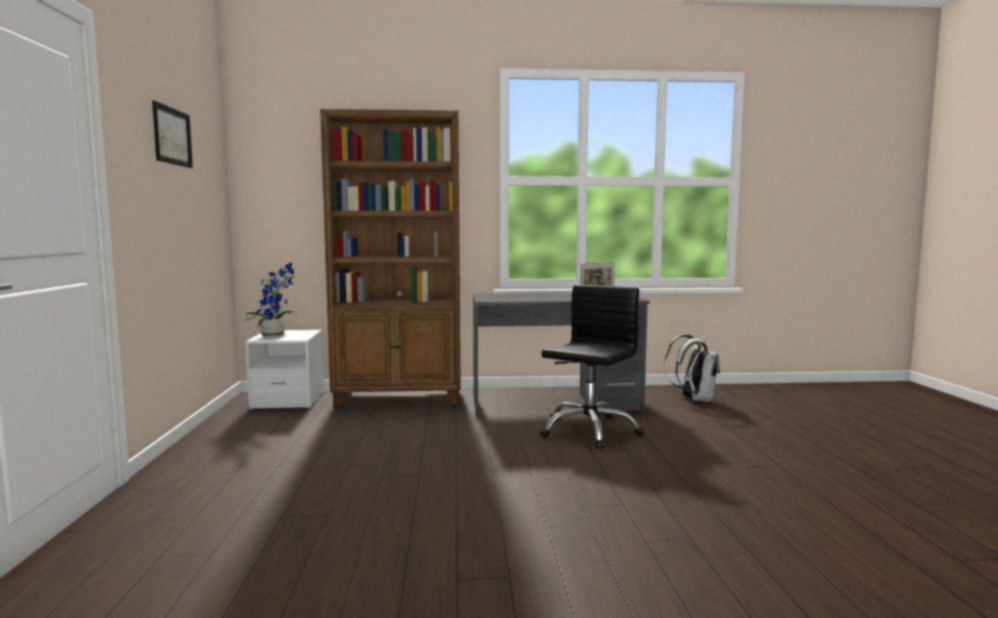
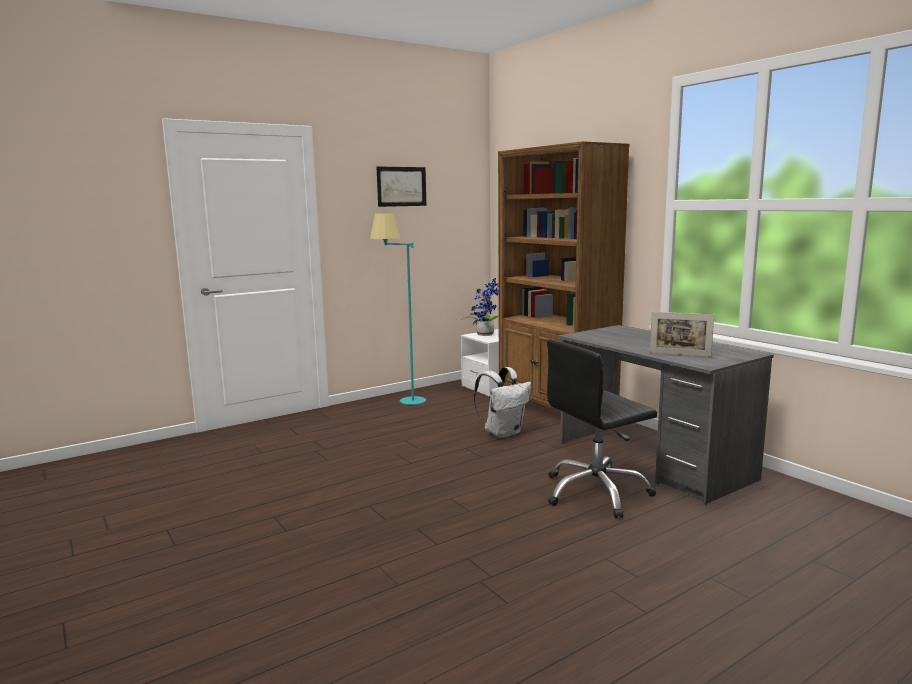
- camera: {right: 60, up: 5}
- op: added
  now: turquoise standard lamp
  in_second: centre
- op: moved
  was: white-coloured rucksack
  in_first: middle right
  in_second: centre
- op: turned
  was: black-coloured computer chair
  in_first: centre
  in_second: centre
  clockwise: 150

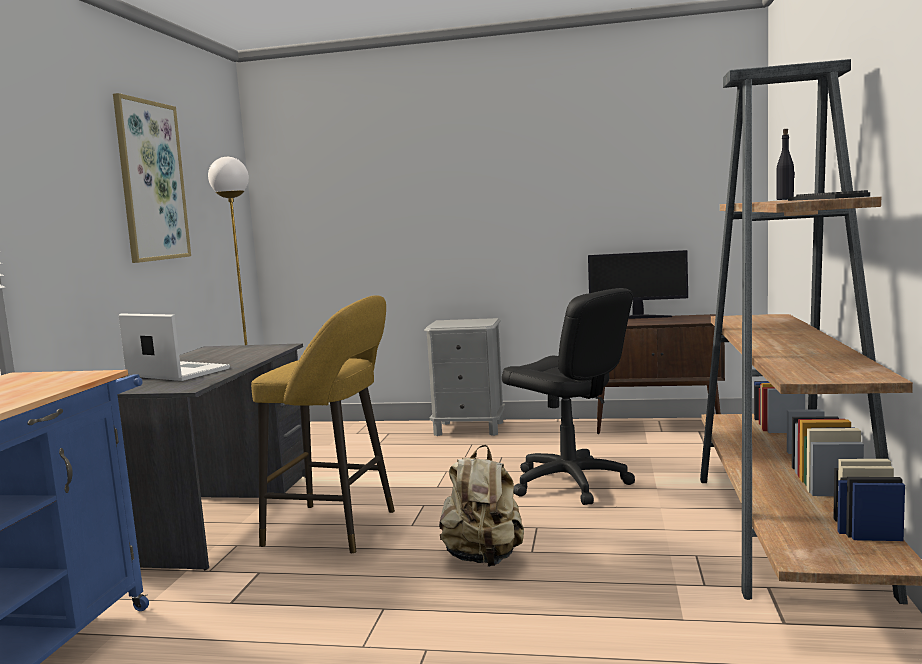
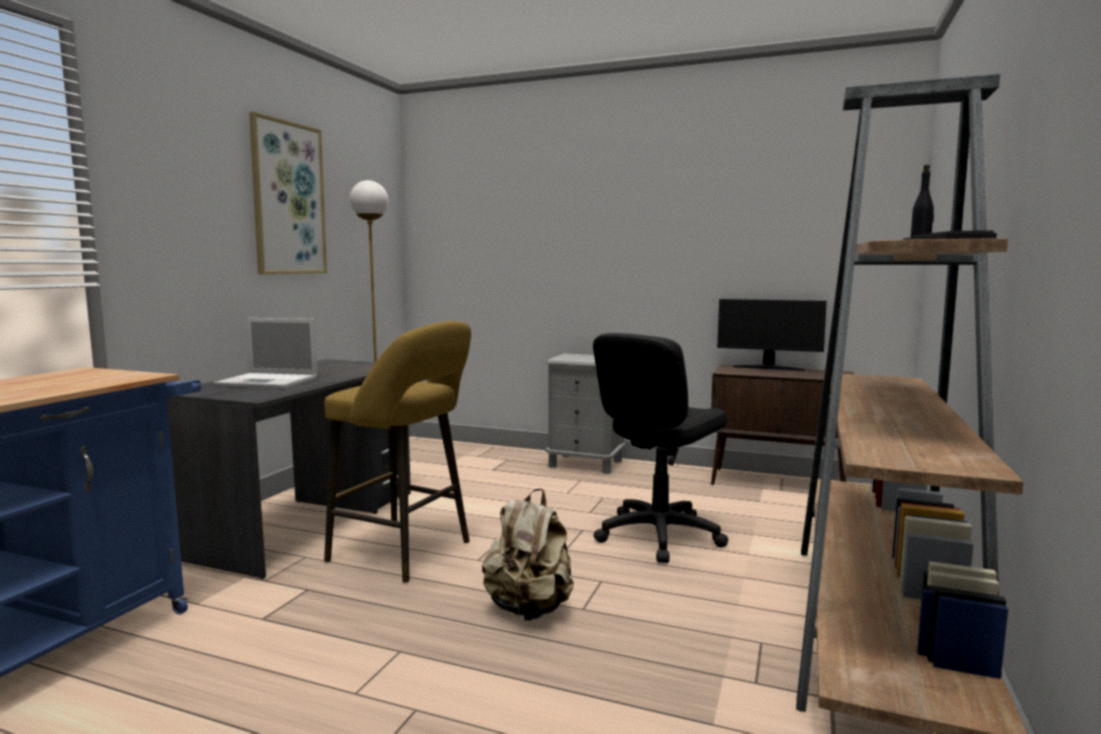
- camera: {right: 10, up: 0}
- op: turned
  was: laptop
  in_first: middle left
  in_second: middle left
  clockwise: 150
- op: turned
  was: black-coloured computer chair
  in_first: centre
  in_second: centre
  clockwise: 75

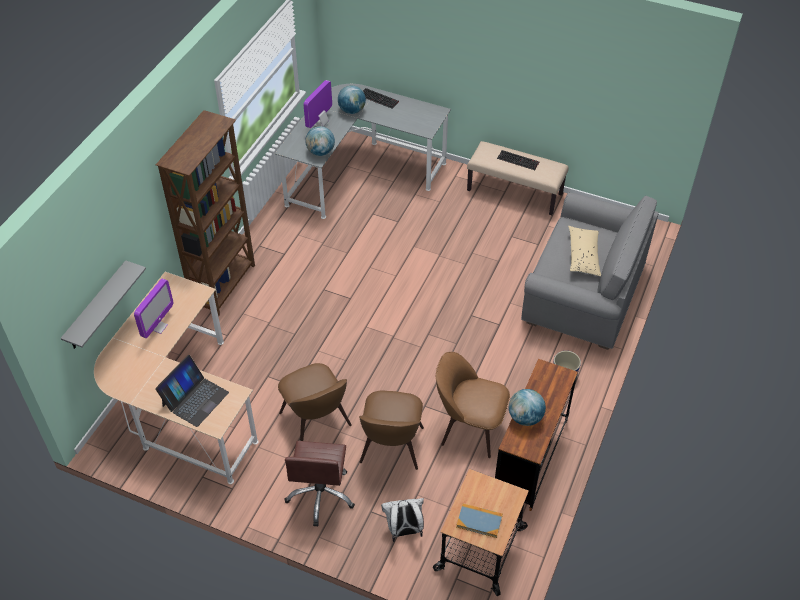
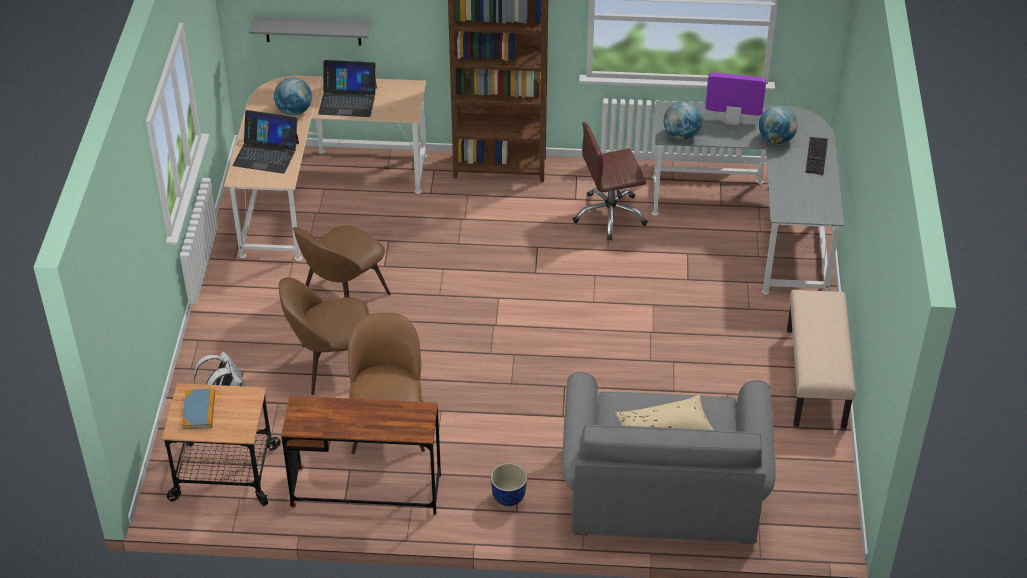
- camera: {right: 70, up: -5}
- op: moved
  was: globe (3rd from left in the first image)
  now: globe (1st from left)
  in_first: bottom centre
  in_second: top left
- op: replaced
  was: computer display (1st from left)
  now: laptop (2nd from left)
  in_first: middle left
  in_second: top centre
- op: moved
  was: brown computer chair
  in_first: bottom centre
  in_second: top centre
- op: removed
  was: computer keyboard (2nd from left)
  in_first: top centre

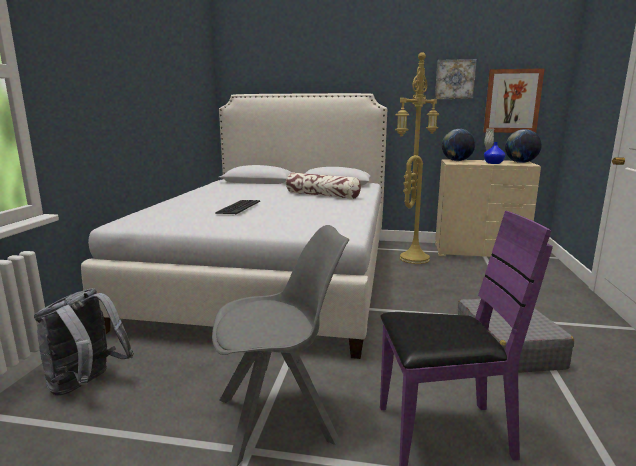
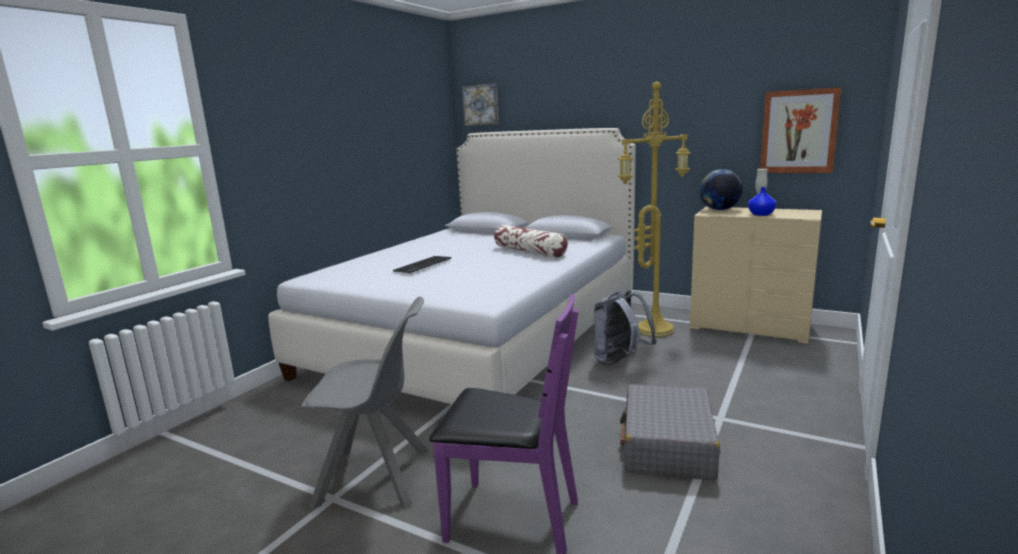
- camera: {right: 20, up: 0}
- op: moved
  was: picture (1st from left)
  in_first: top right
  in_second: top centre
- op: moved
  was: grey rucksack
  in_first: bottom left
  in_second: centre
- op: removed
  was: globe (2nd from left)
  in_first: top right

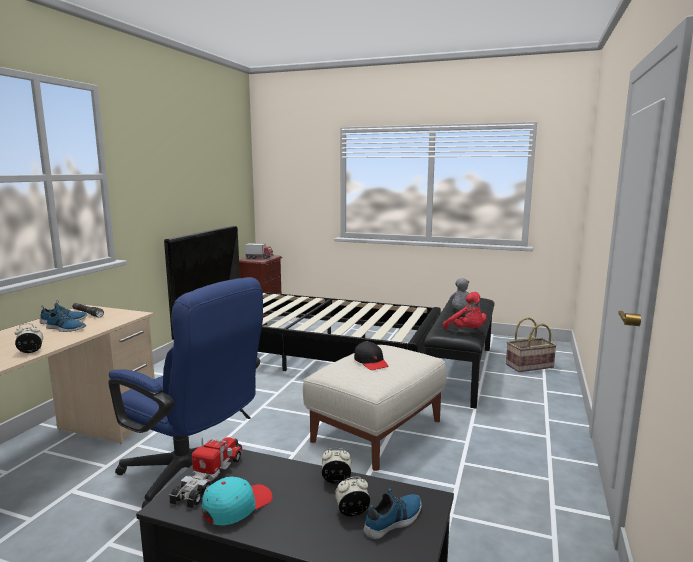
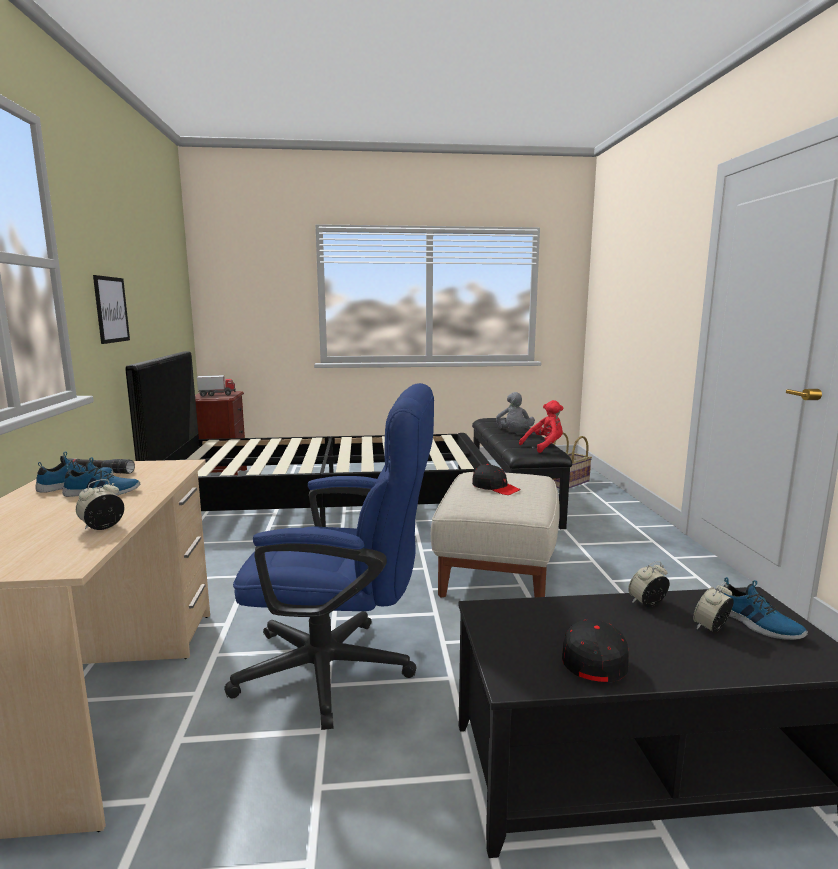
- camera: {right: -25, up: 0}
- op: added
  now: picture
  in_second: middle left
- op: turned
  was: red-coloured cuddly toy
  in_first: middle right
  in_second: centre
  clockwise: -60
- op: recoloured
  was: turquoise baseball cap
  now: black-coloured baseball cap (2nd from left)
  in_first: bottom centre
  in_second: bottom right
- op: turned
  was: item of footwear (3rd from left)
  in_first: bottom centre
  in_second: bottom right
  clockwise: 120
- op: removed
  was: toy lorry (1st from left)
  in_first: bottom left

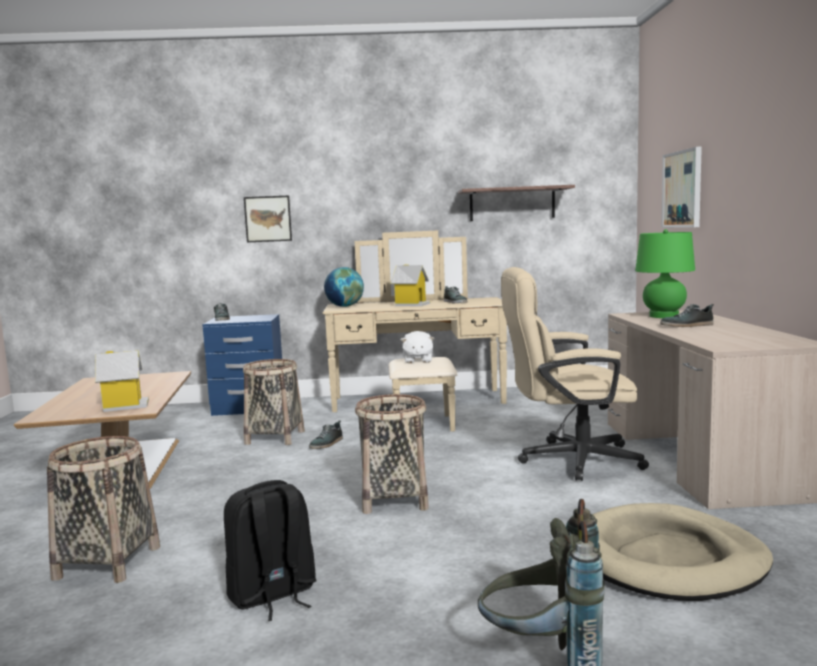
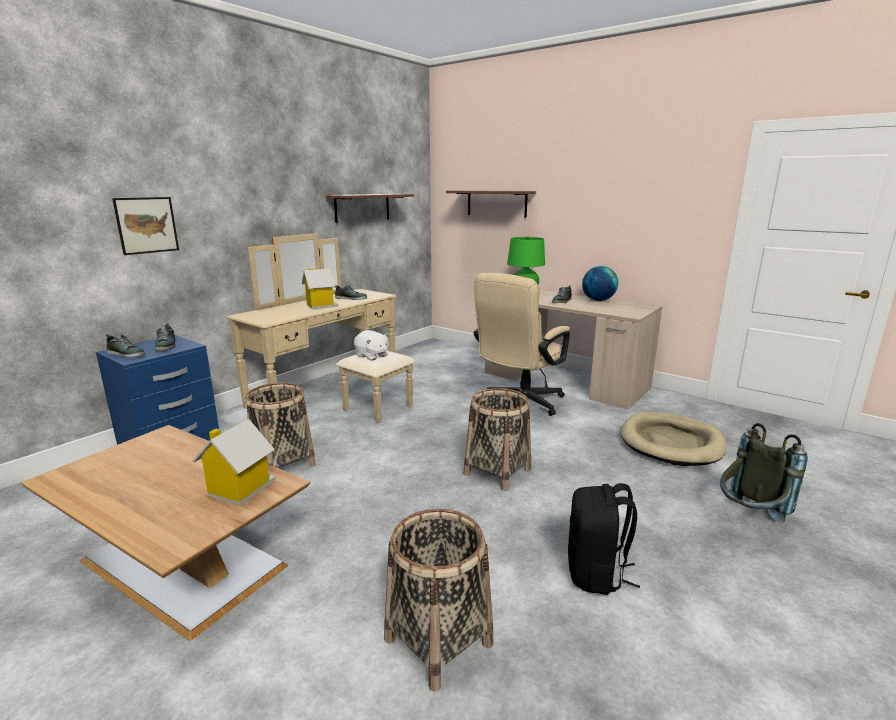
- camera: {right: -50, up: 10}
- op: moved
  was: item of footwear (2nd from left)
  in_first: centre
  in_second: middle left
- op: replaced
  was: picture (2nd from left)
  now: wall shelf (2nd from left)
  in_first: top right
  in_second: top centre
- op: moved
  was: globe
  in_first: centre
  in_second: middle right

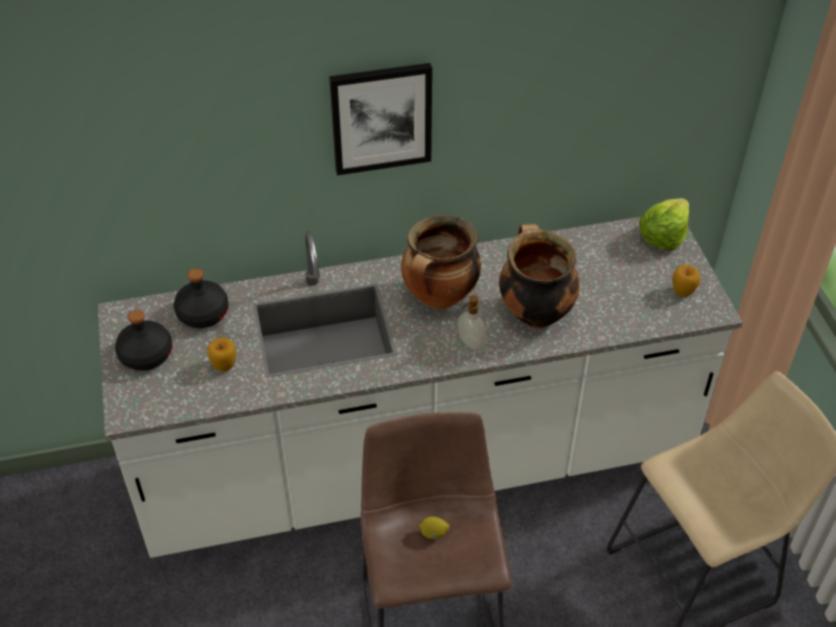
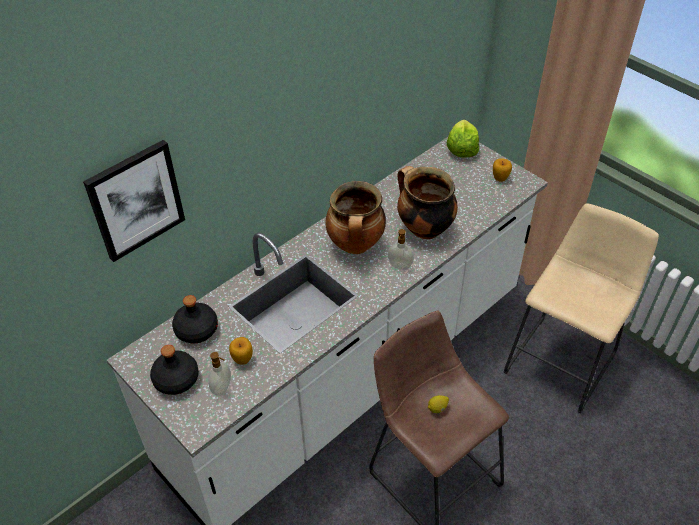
- camera: {right: -30, up: 0}
- op: moved
  was: picture
  in_first: top centre
  in_second: middle left
- op: added
  now: liquid soap bottle (1st from left)
  in_second: bottom left

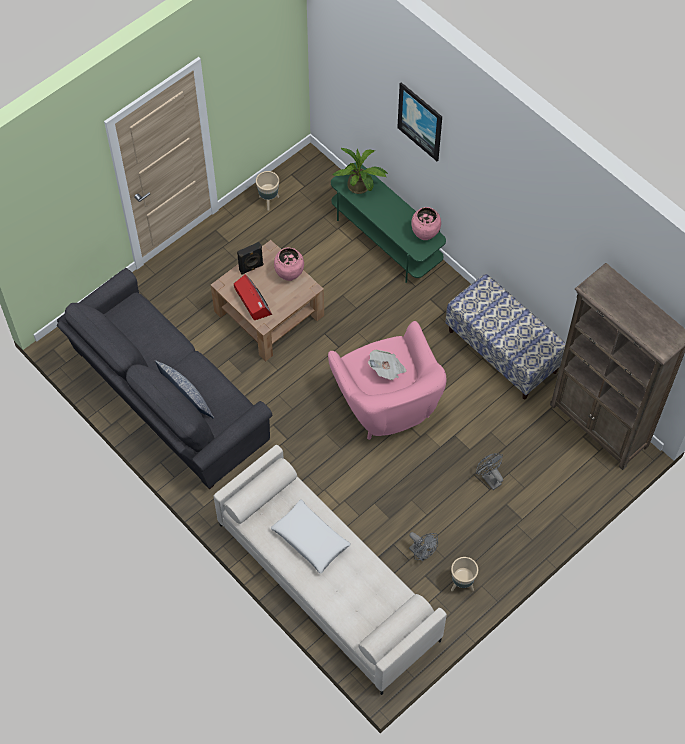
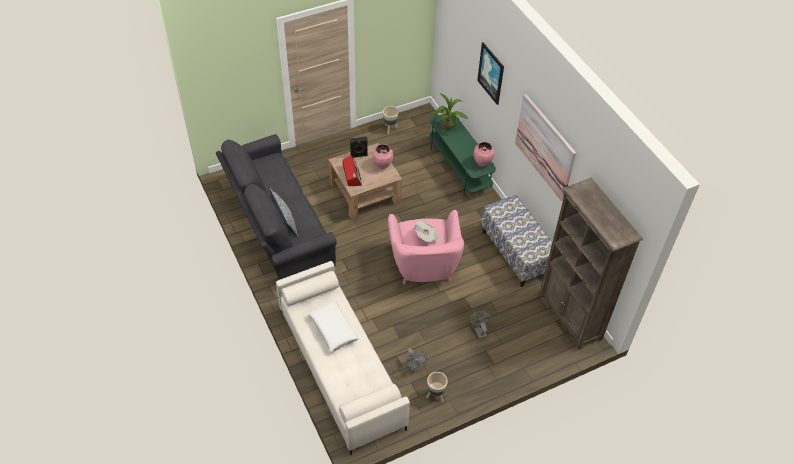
- camera: {right: 15, up: -10}
- op: added
  now: picture (2nd from left)
  in_second: top right

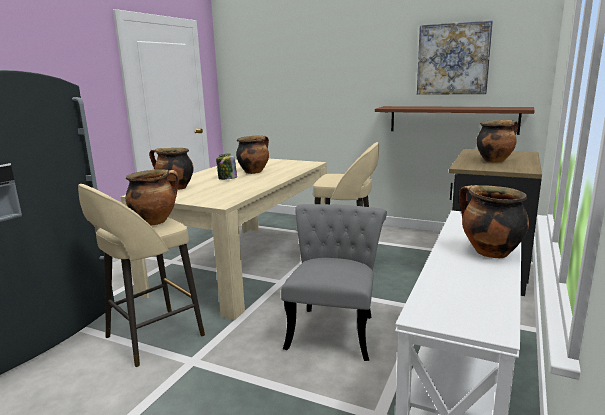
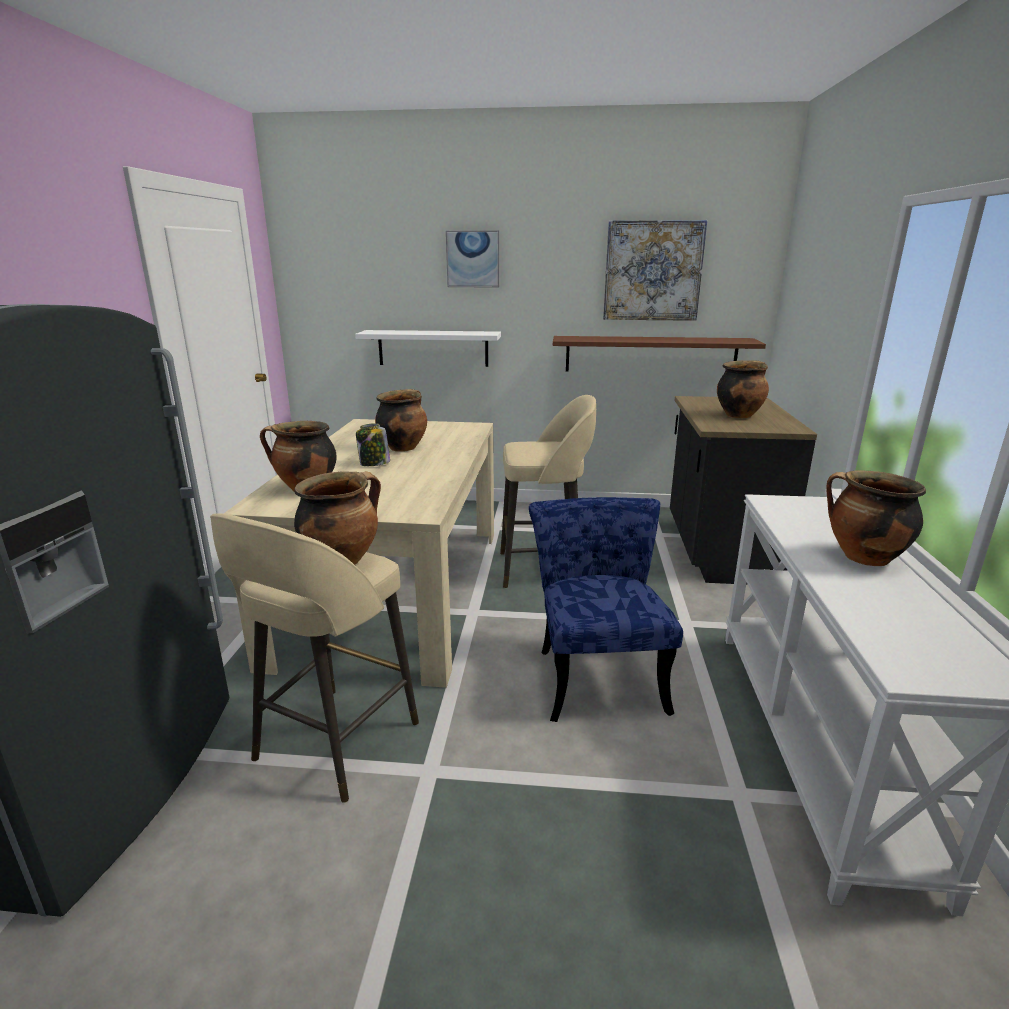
- camera: {right: -20, up: 5}
- op: added
  now: white-coloured wall shelf
  in_second: centre
- op: added
  now: picture (1st from left)
  in_second: top centre
- op: recoloured
  was: grey plain chair
  now: blue-coloured plain chair
  in_first: bottom centre
  in_second: centre

